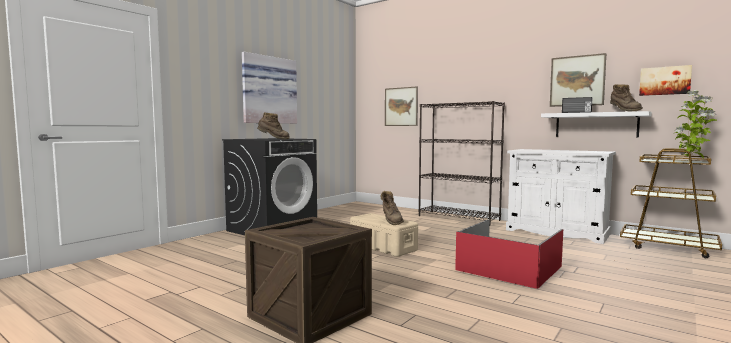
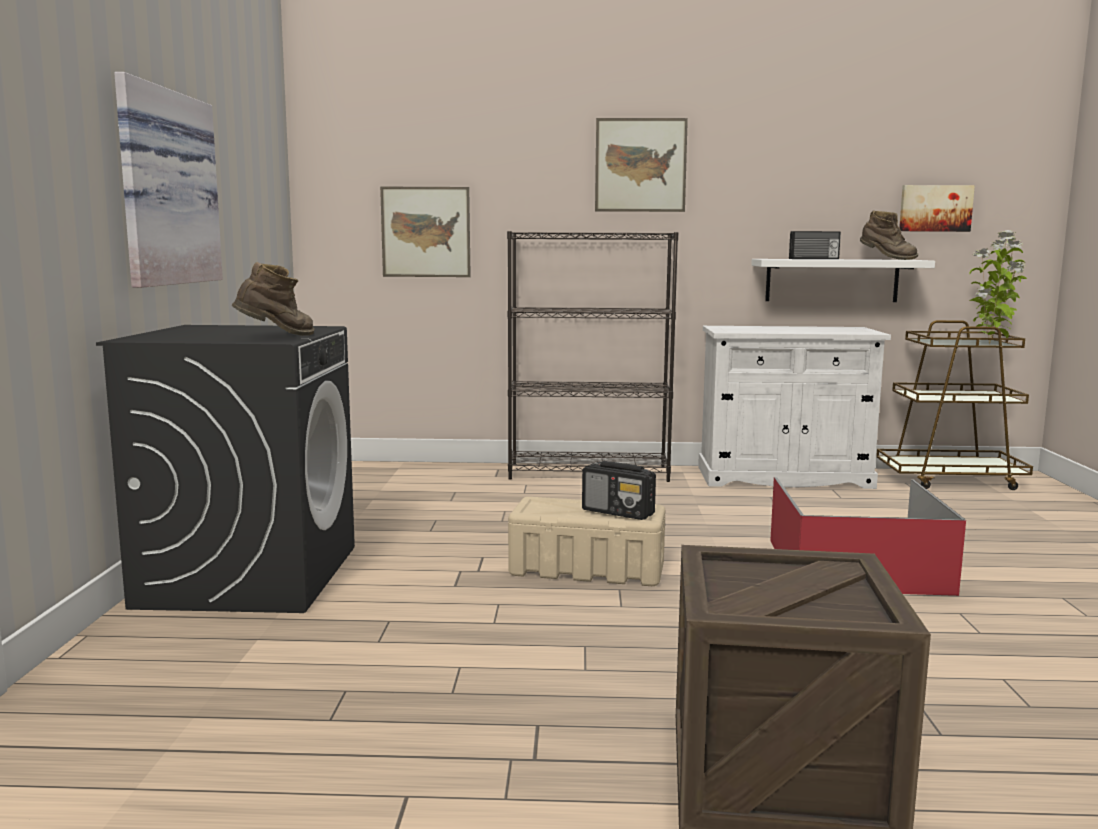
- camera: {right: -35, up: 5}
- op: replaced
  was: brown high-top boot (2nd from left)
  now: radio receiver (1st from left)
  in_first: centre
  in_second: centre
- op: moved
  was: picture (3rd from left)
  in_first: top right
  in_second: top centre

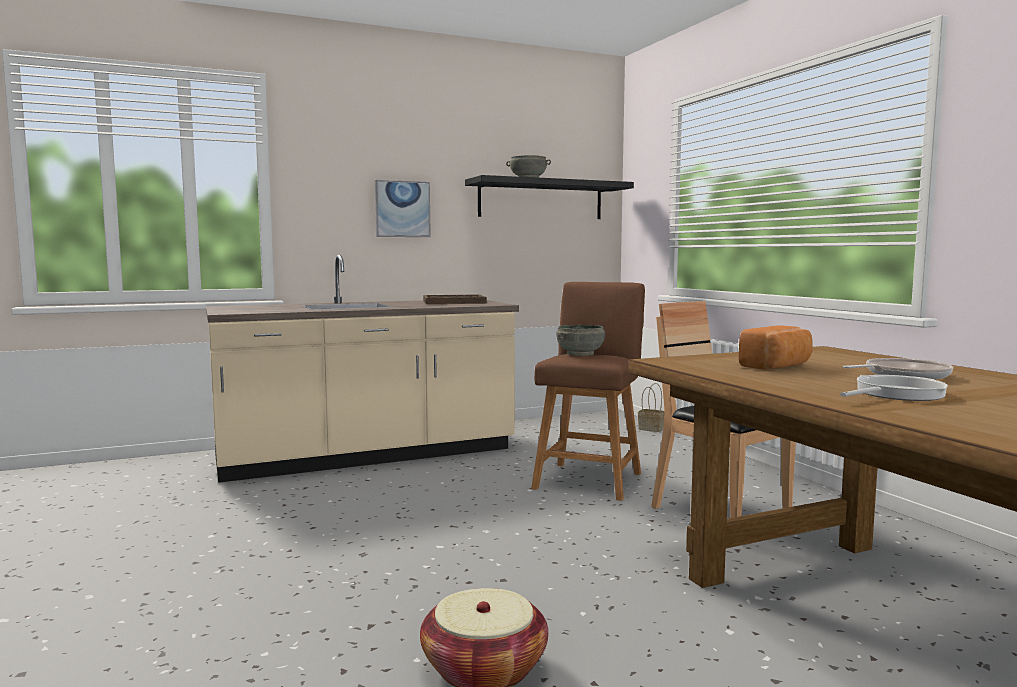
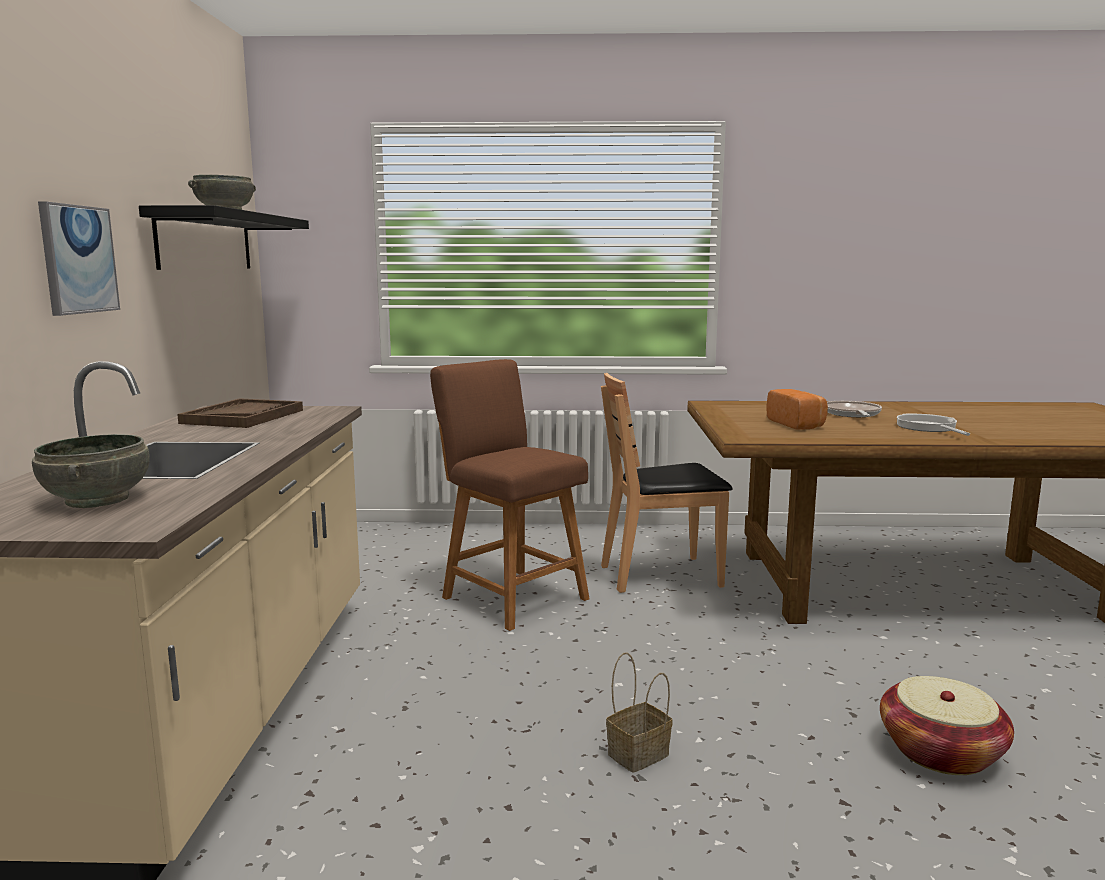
- camera: {right: -65, up: 5}
- op: moved
  was: grey serving bowl (2nd from left in the first image)
  now: grey serving bowl (1st from left)
  in_first: centre
  in_second: middle left
- op: moved
  was: storage basket (2nd from left in the first image)
  now: storage basket (1st from left)
  in_first: centre
  in_second: bottom centre

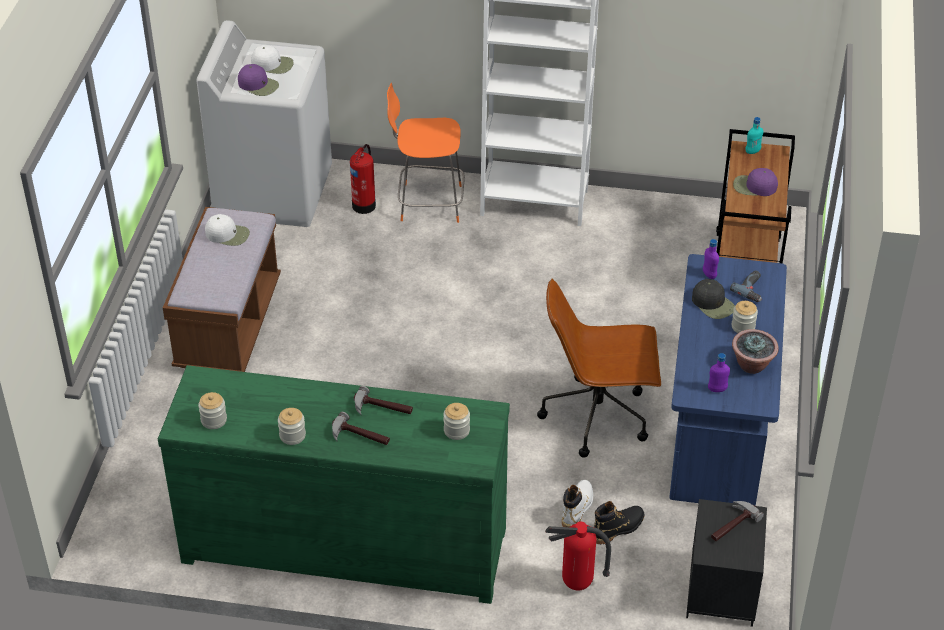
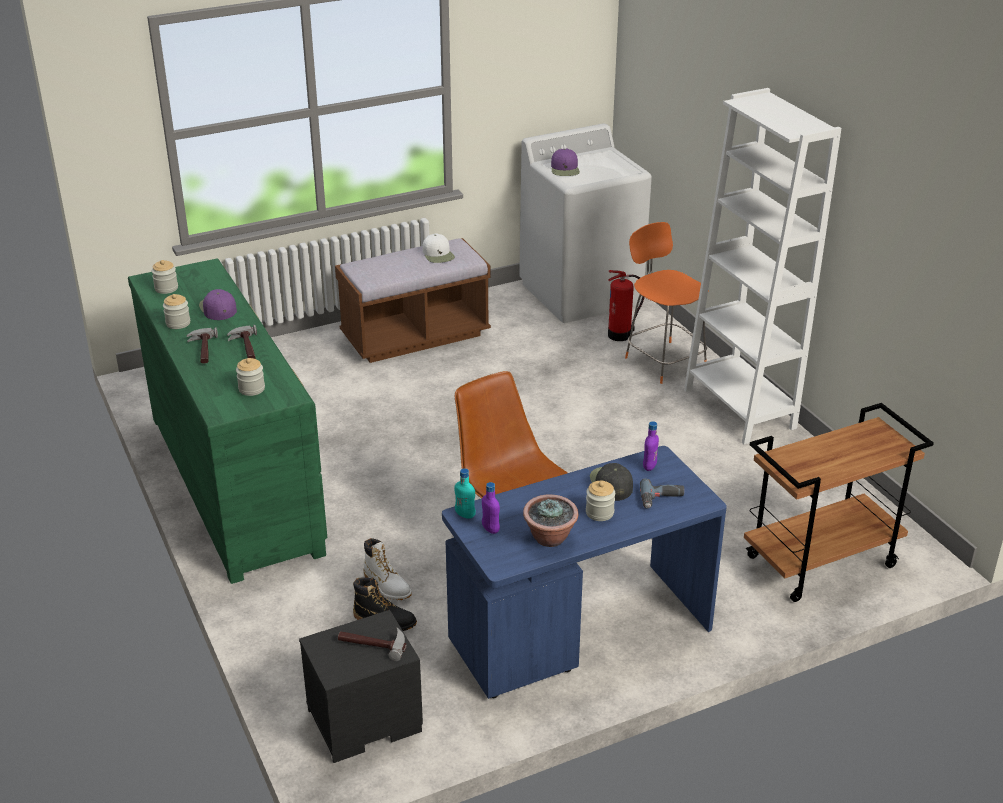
- camera: {right: 55, up: -10}
- op: moved
  was: purple-coloured baseball cap (2nd from left in the first image)
  now: purple-coloured baseball cap (1st from left)
  in_first: top right
  in_second: middle left
- op: turned
  was: white-coloured high-top boot
  in_first: bottom centre
  in_second: bottom centre
  clockwise: 60
- op: moved
  was: turquoise beverage bottle
  in_first: top right
  in_second: centre
- op: turned
  was: black-coloured baseball cap
  in_first: middle right
  in_second: centre
  clockwise: 150
- op: removed
  was: white-coloured baseball cap (2nd from left)
  in_first: top left
- op: removed
  was: extinguisher (2nd from left)
  in_first: bottom centre

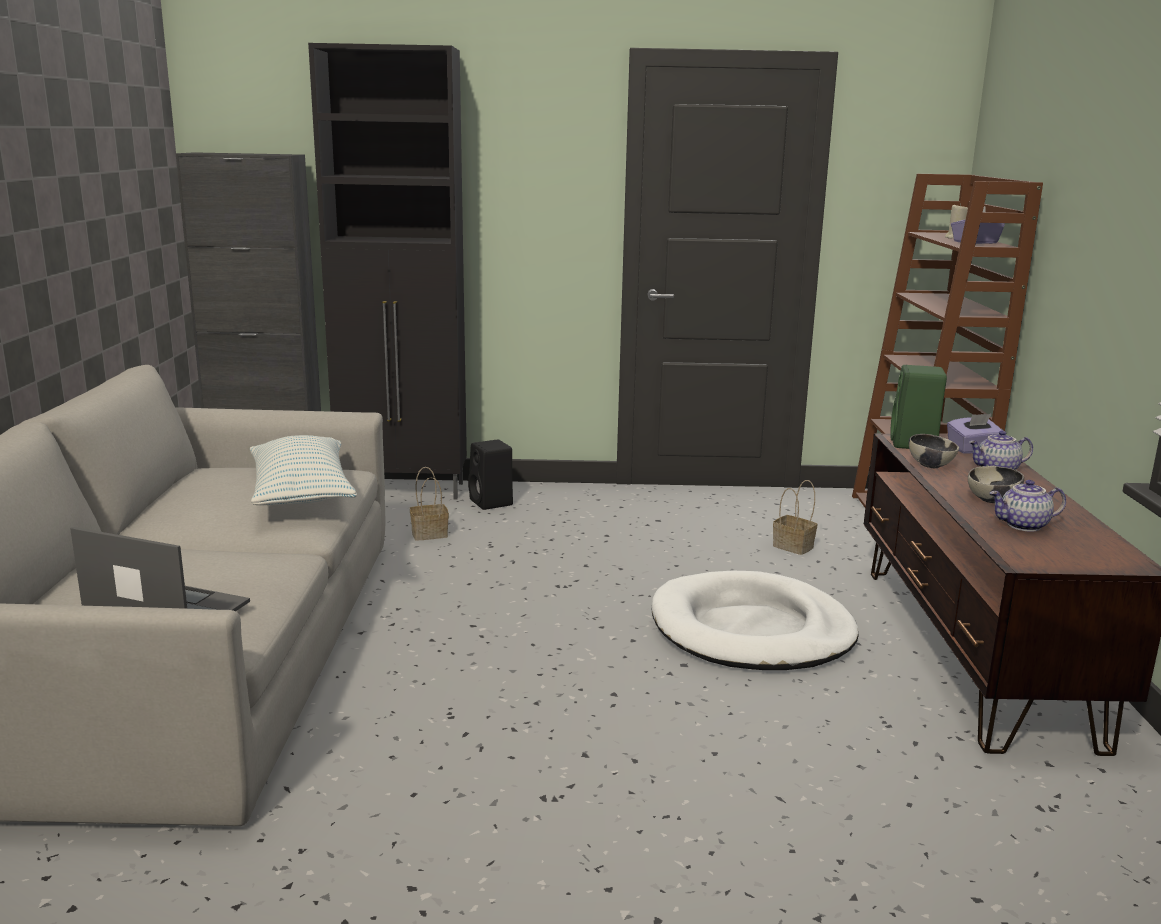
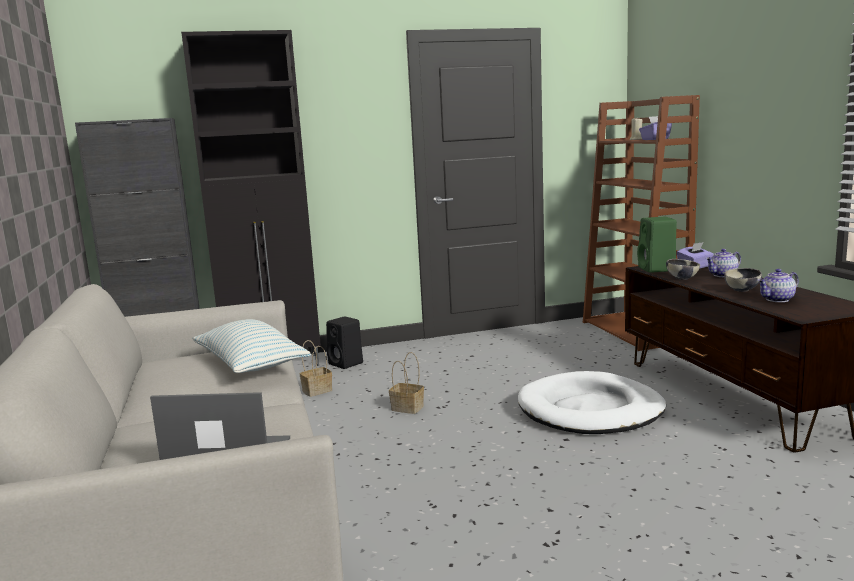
- camera: {right: -15, up: -5}
- op: moved
  was: storage basket (2nd from left)
  in_first: middle right
  in_second: centre

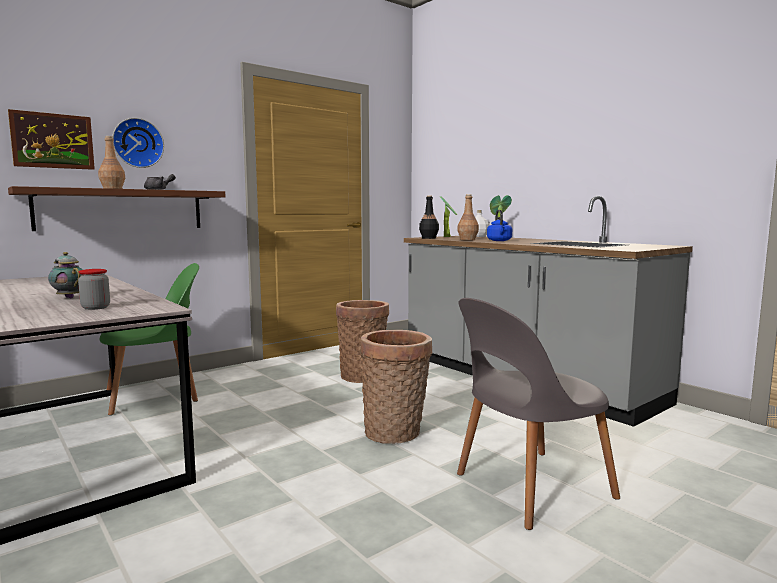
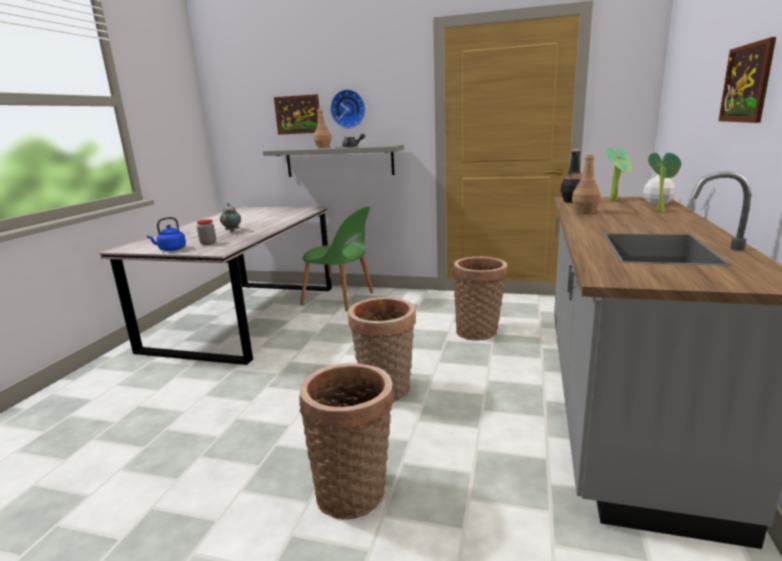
- camera: {right: 55, up: 10}
- op: moved
  was: blue-coloured tea kettle
  in_first: centre
  in_second: middle left
- op: recoloured
  was: brown wall shelf
  now: grey wall shelf
  in_first: middle left
  in_second: top centre
- op: replaced
  was: grey plain chair
  now: storage basket (1st from left)
  in_first: bottom right
  in_second: bottom centre
- op: added
  now: picture (2nd from left)
  in_second: top right

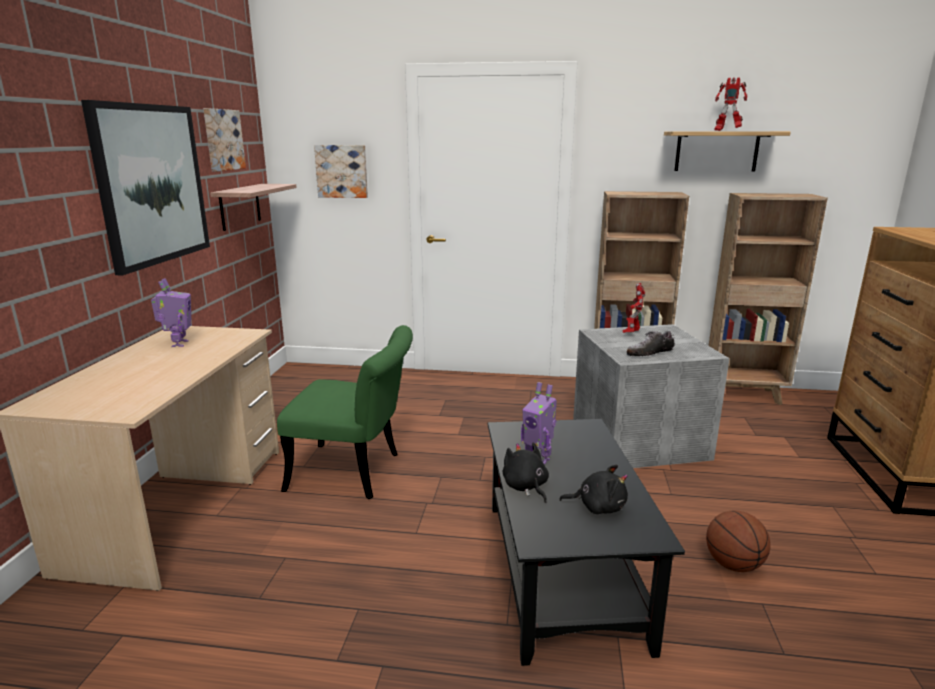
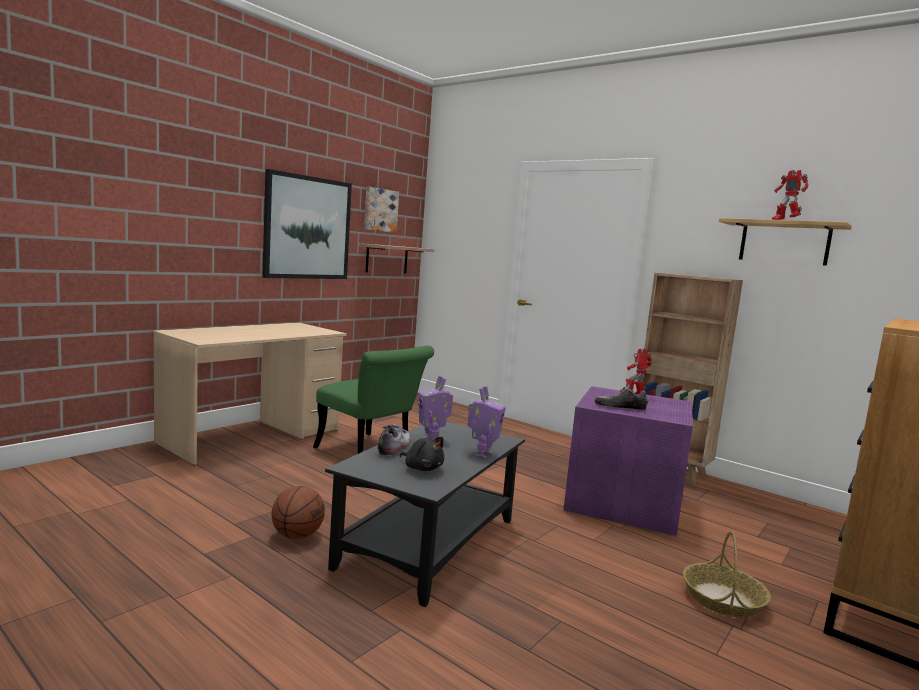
- camera: {right: 30, up: -10}
- op: moved
  was: basketball ball
  in_first: bottom right
  in_second: bottom left
- op: replaced
  was: black-coloured cuddly toy (1st from left)
  now: item of footwear (1st from left)
  in_first: bottom centre
  in_second: centre
- op: moved
  was: model robot (1st from left in the first image)
  now: model robot (2nd from left)
  in_first: middle left
  in_second: centre
- op: recoloured
  was: grey storage bin
  now: purple-coloured storage bin
  in_first: middle right
  in_second: bottom right
- op: added
  now: storage basket
  in_second: bottom right
- op: removed
  was: picture (3rd from left)
  in_first: top centre
- op: removed
  was: brown shelving unit (2nd from left)
  in_first: middle right

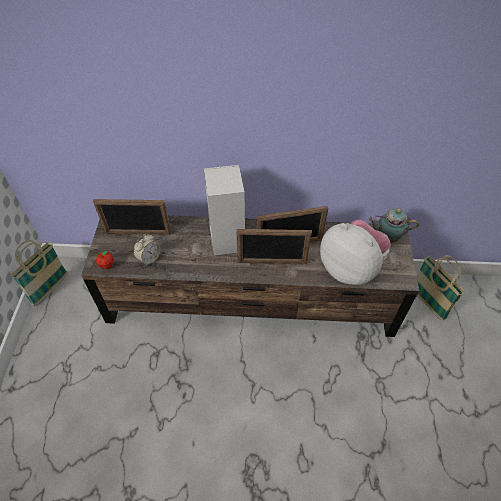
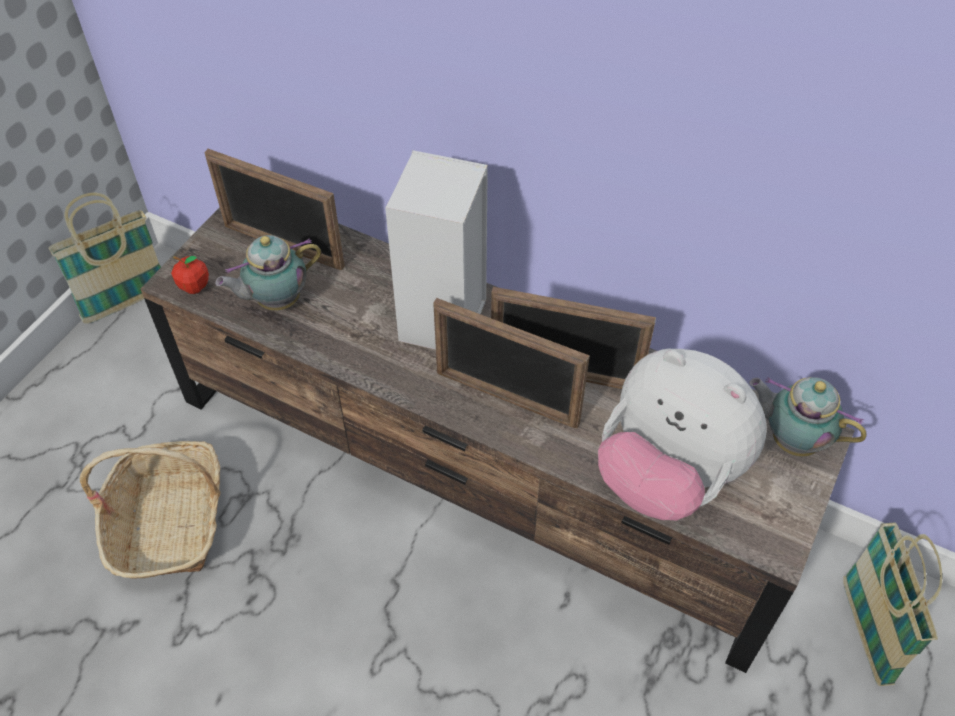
- camera: {right: 25, up: 0}
- op: added
  now: storage basket (2nd from left)
  in_second: bottom left
- op: replaced
  was: bedside clock
  now: pot for tea (1st from left)
  in_first: middle left
  in_second: middle left
- op: turned
  was: cuddly toy
  in_first: middle right
  in_second: middle right
  clockwise: 150

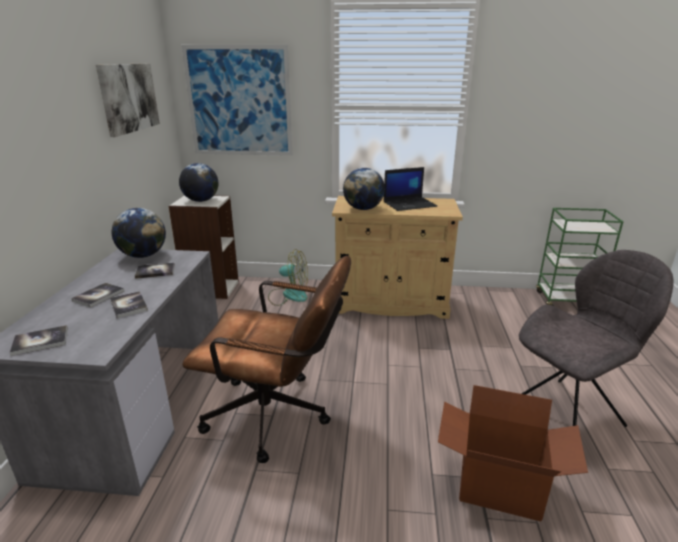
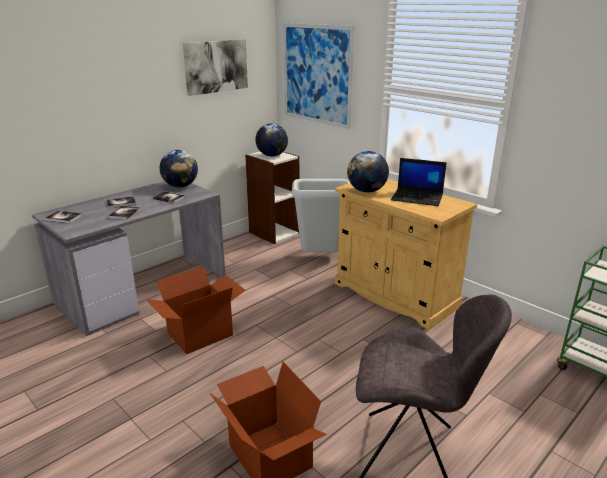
- camera: {right: 40, up: 0}
- op: replaced
  was: brown computer chair
  now: packing box (1st from left)
  in_first: centre
  in_second: middle left
- op: replaced
  was: cooling fan
  now: grey rubbish bin
  in_first: centre
  in_second: centre

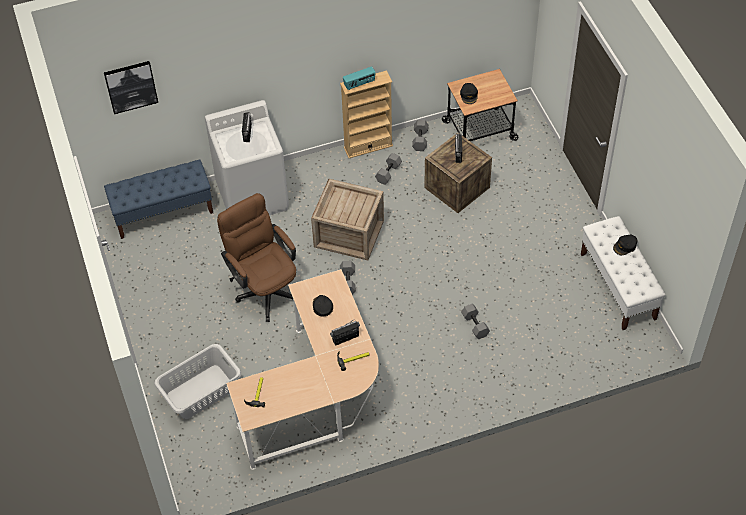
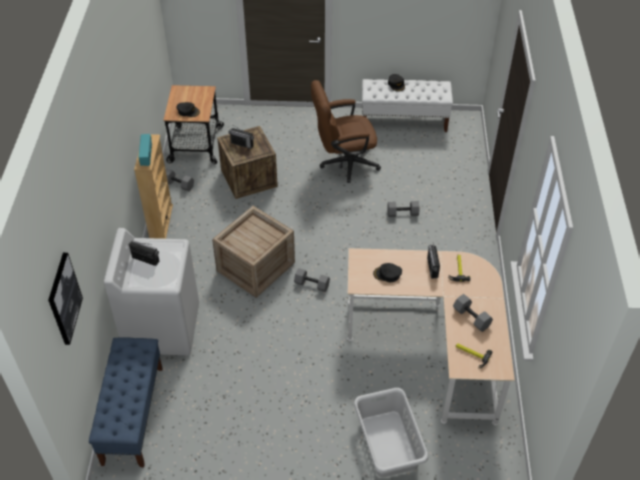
- camera: {right: -70, up: -5}
- op: moved
  was: brown computer chair
  in_first: centre
  in_second: top centre
- op: moved
  was: grey hand weight (2nd from left in the first image)
  now: grey hand weight (4th from left)
  in_first: top centre
  in_second: middle right

